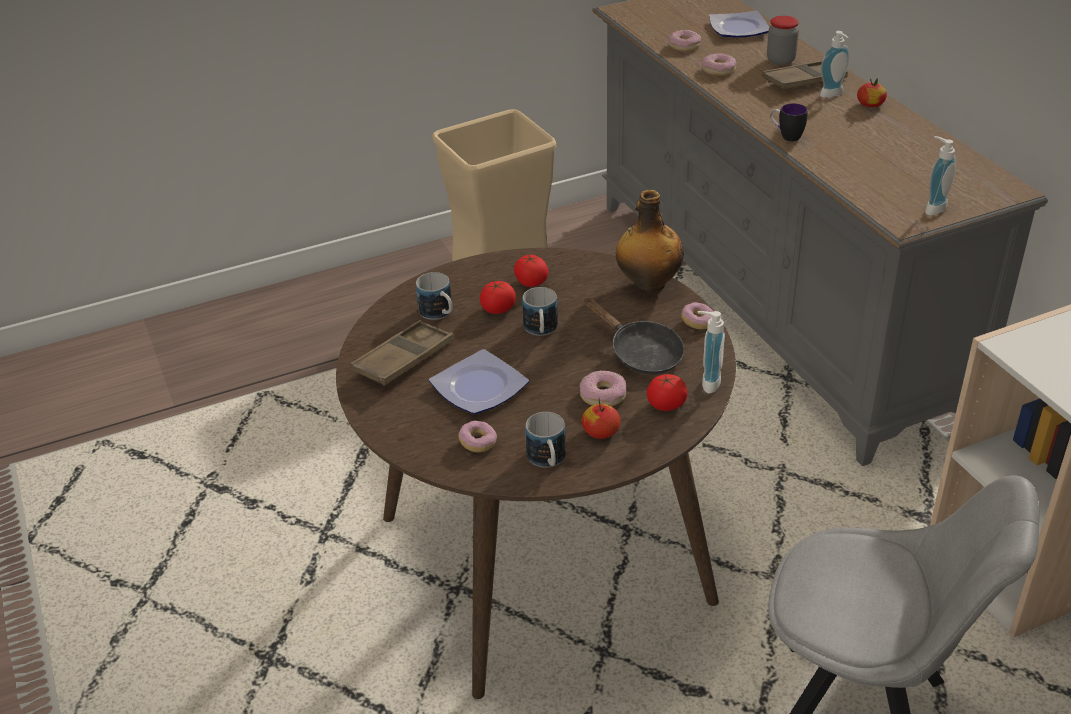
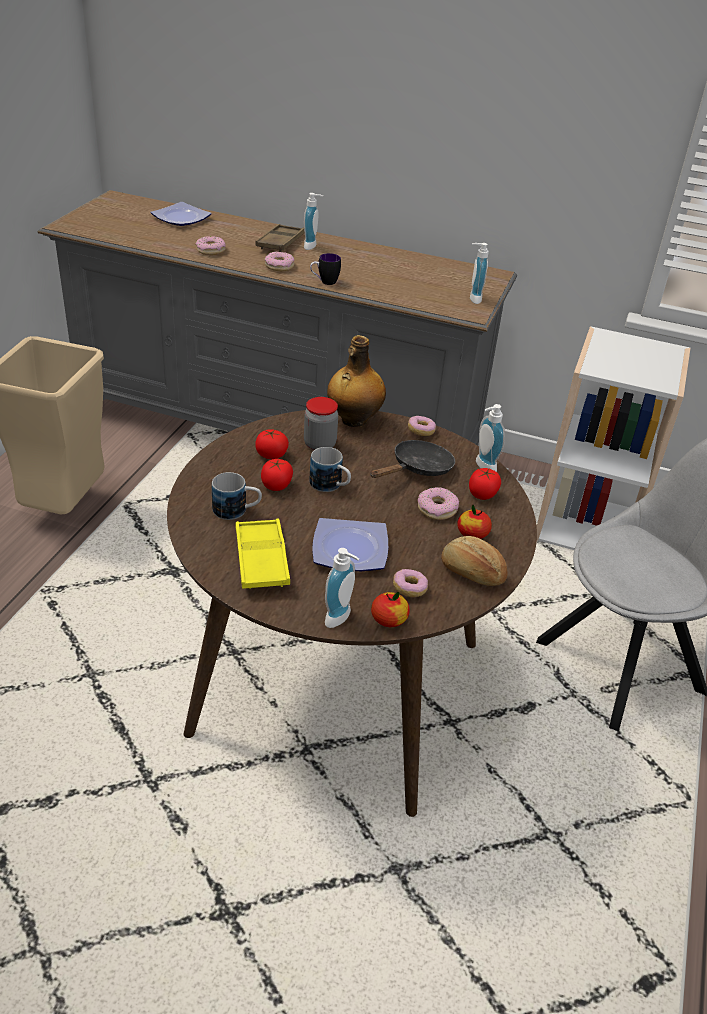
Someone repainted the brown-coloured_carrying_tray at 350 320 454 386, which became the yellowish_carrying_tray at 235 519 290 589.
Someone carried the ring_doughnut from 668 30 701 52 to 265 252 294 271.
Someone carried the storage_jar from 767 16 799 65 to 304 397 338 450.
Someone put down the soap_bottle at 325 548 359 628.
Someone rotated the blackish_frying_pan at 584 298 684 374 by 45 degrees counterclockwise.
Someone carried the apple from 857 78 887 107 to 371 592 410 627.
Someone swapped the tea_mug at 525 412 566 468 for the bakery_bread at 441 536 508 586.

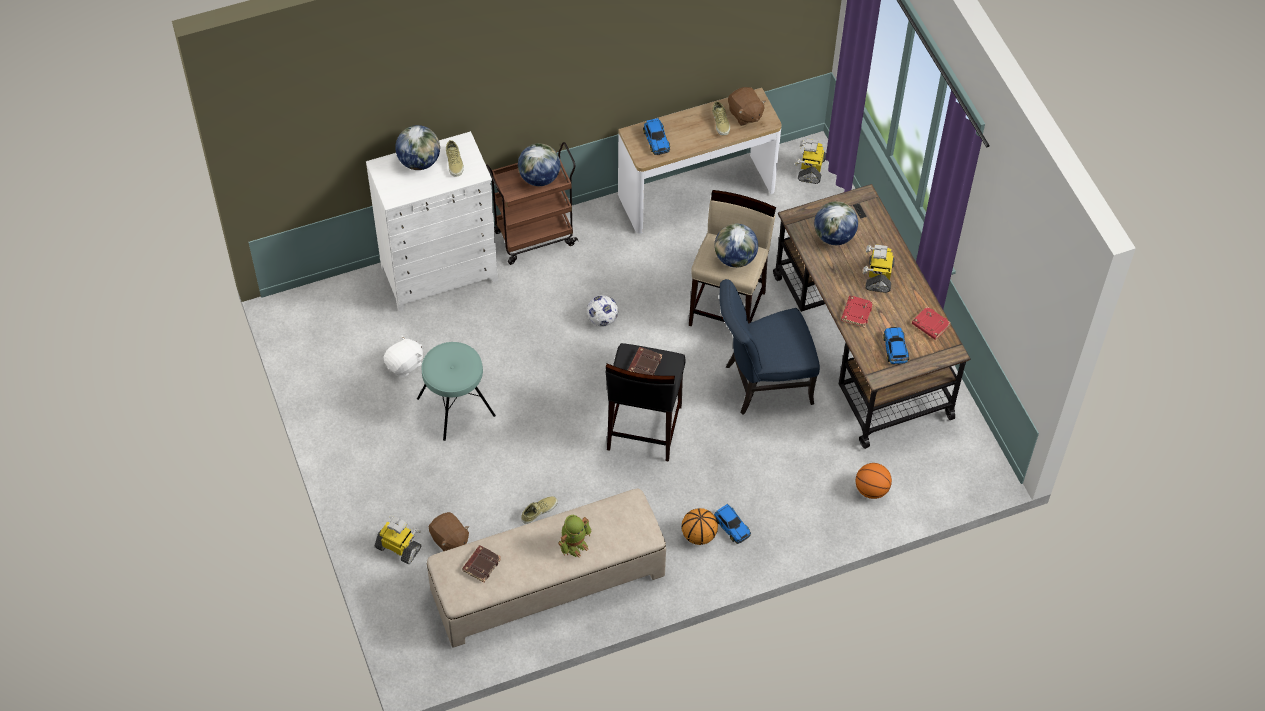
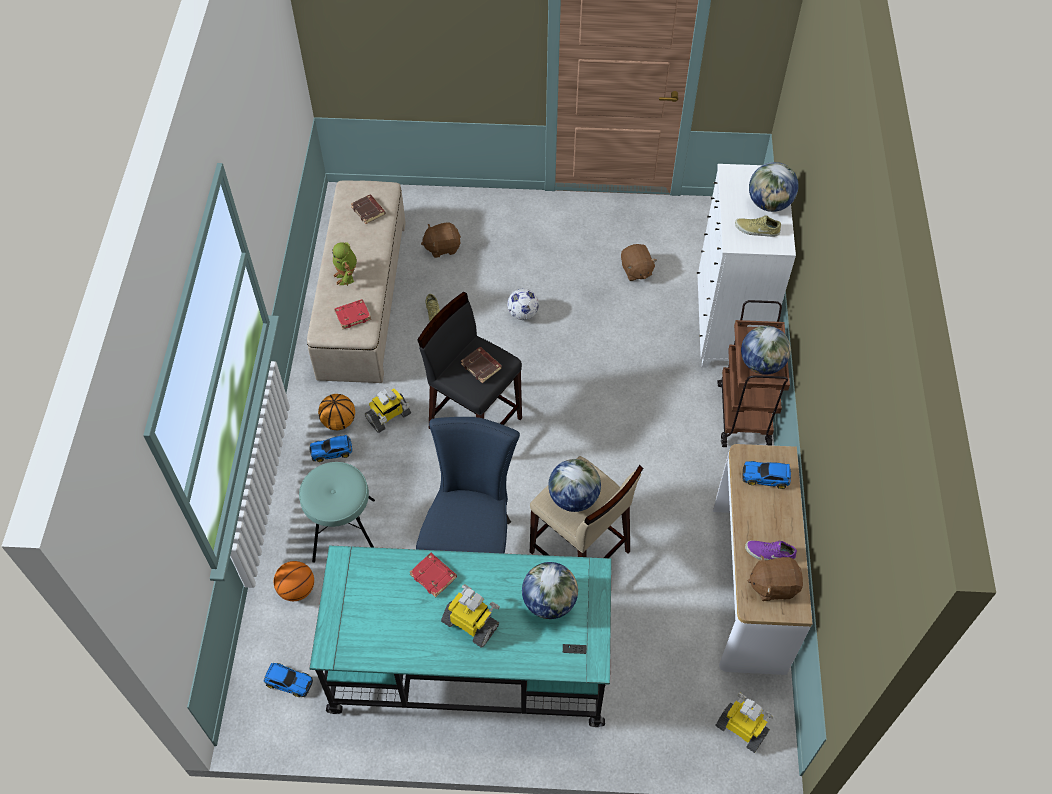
Someone carried the toy_car from 883 327 909 364 to 264 663 313 697.
Someone carried the turquoise_sitting_stool from 417 342 496 441 to 299 462 375 563.
Someone repainted the brown-coloured_desk_table at 773 184 971 449, which became the turquoise_desk_table at 309 545 612 727.
Someone carried the reddish_bound_book from 912 306 951 340 to 334 299 371 329.
Someone carried the model_robot from 374 516 422 565 to 365 387 411 433.
Someone carried the football from 587 295 618 327 to 507 289 539 320.
Someone repainted the whitish_plush_toy at 383 335 423 377, which became the brown-coloured_plush_toy at 621 244 657 281.
Someone repainted the sand-coloured_shoe at 712 101 730 135, which became the purplish_shoe at 745 540 797 560.

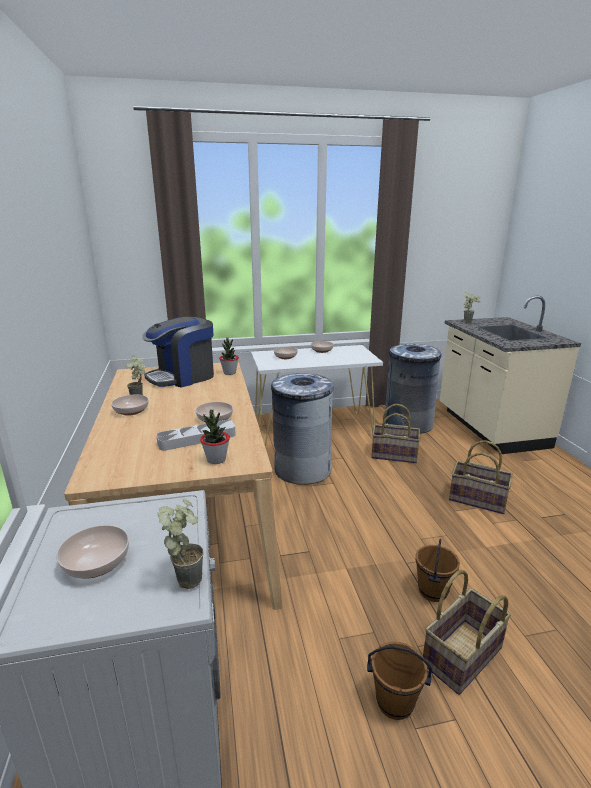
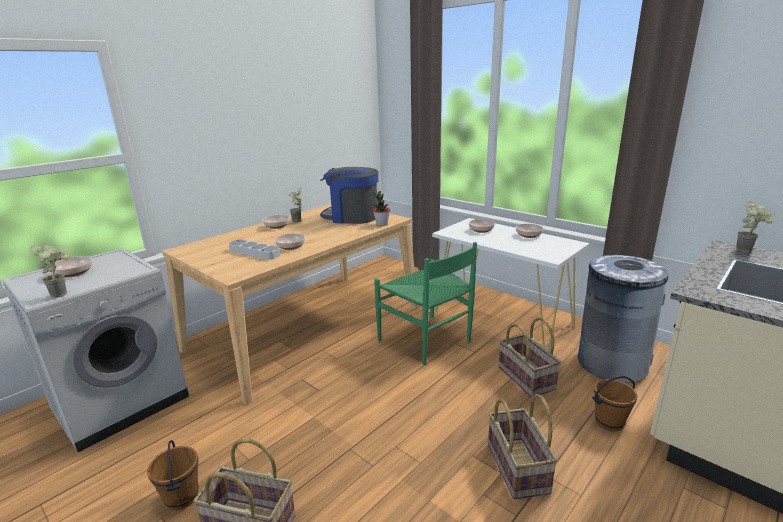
Someone swapped the gray_trash_can at 271 373 334 485 for the green-coloured_plain_chair at 374 242 477 365.
Someone carried the brown-coloured_bucket from 416 539 460 602 to 592 376 638 431.
Someone took away the plant_in_a_pot at 200 410 230 464.

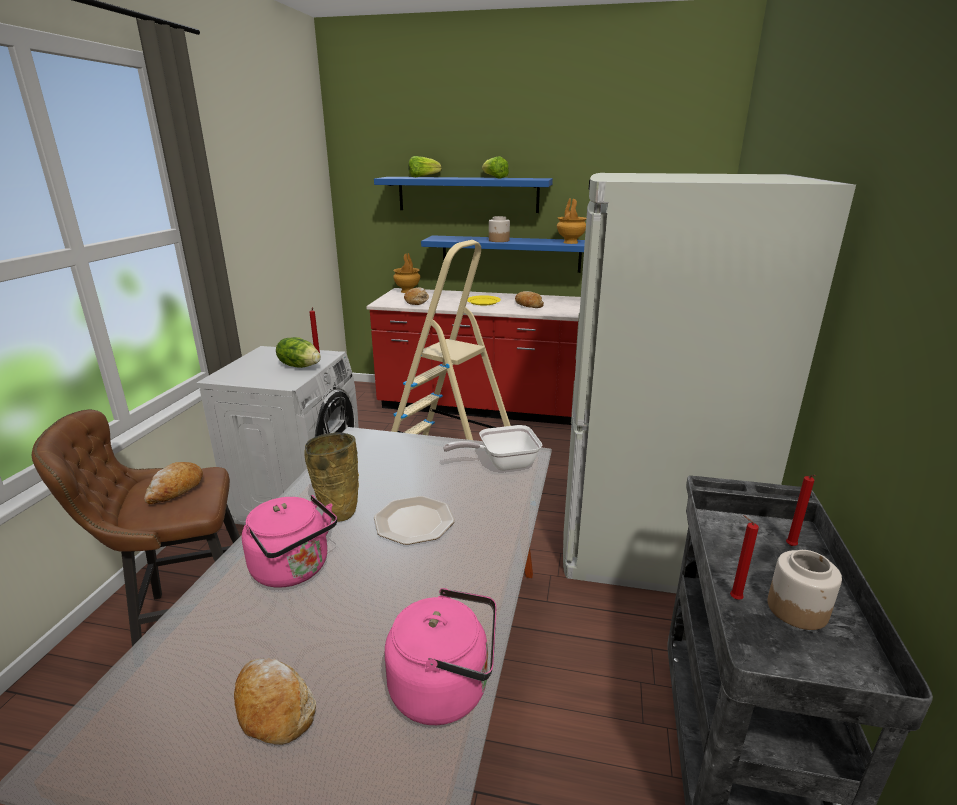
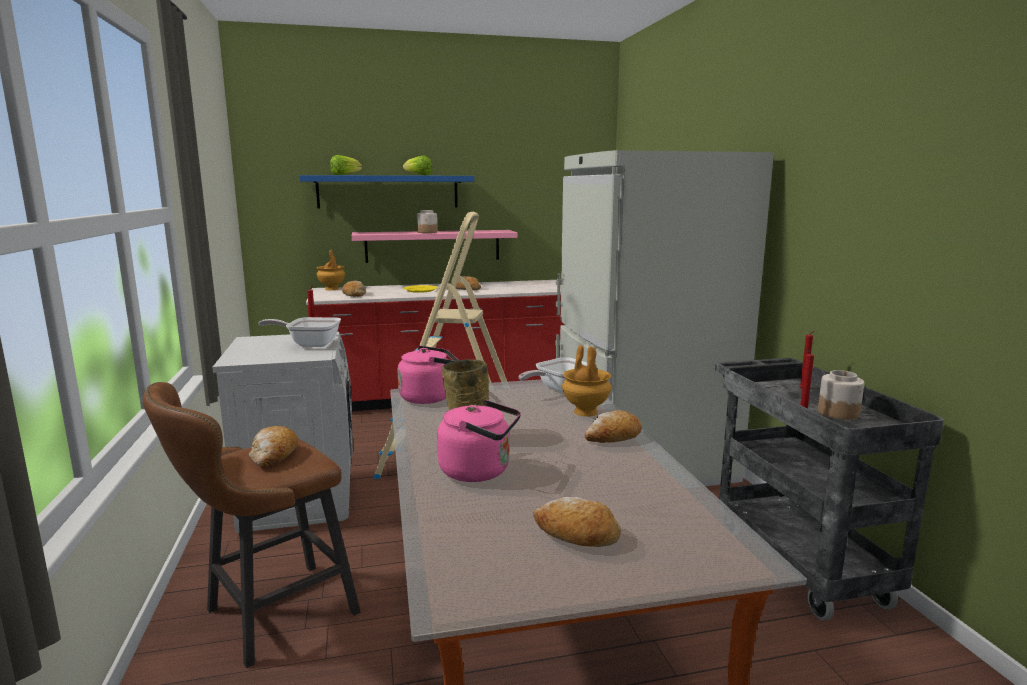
Someone swapped the head_of_lettuce at 276 337 321 368 for the frying_pan at 258 317 341 347.
Someone repainted the blue-coloured_bracket_shelf at 421 235 585 273, which became the pinkish_bracket_shelf at 352 230 518 263.
Someone carried the pinkish_tea_kettle from 384 588 496 725 to 398 346 459 404.
Someone carried the brown-coloured_flower_vase from 557 199 586 244 to 562 345 611 416.
Someone put down the bakery_bread at 584 410 642 443.
Someone took away the plate at 374 496 455 545.

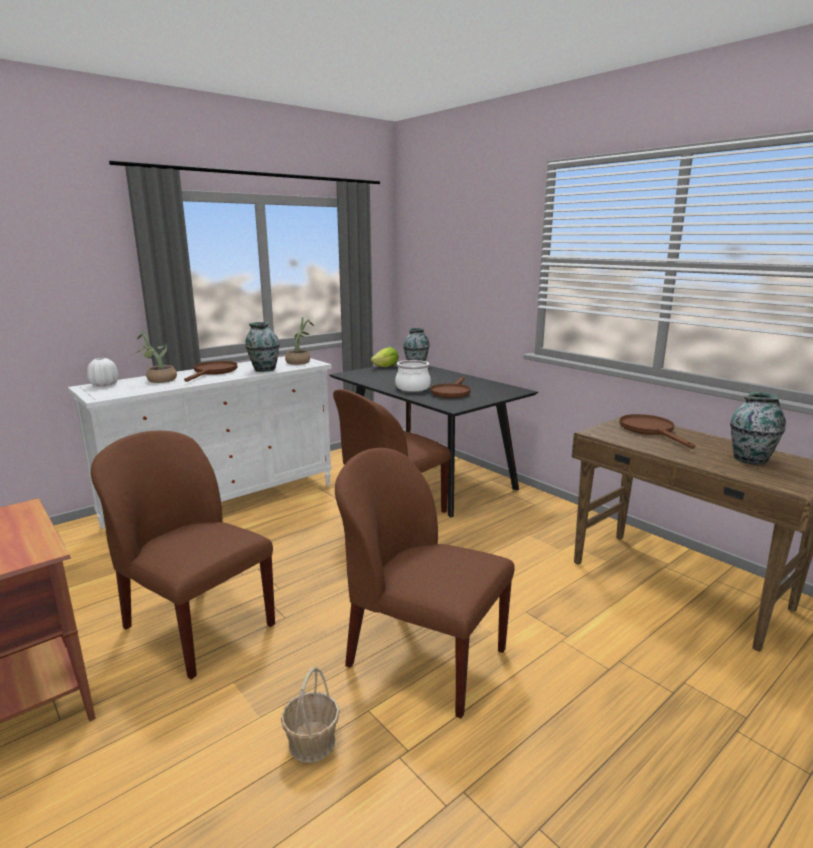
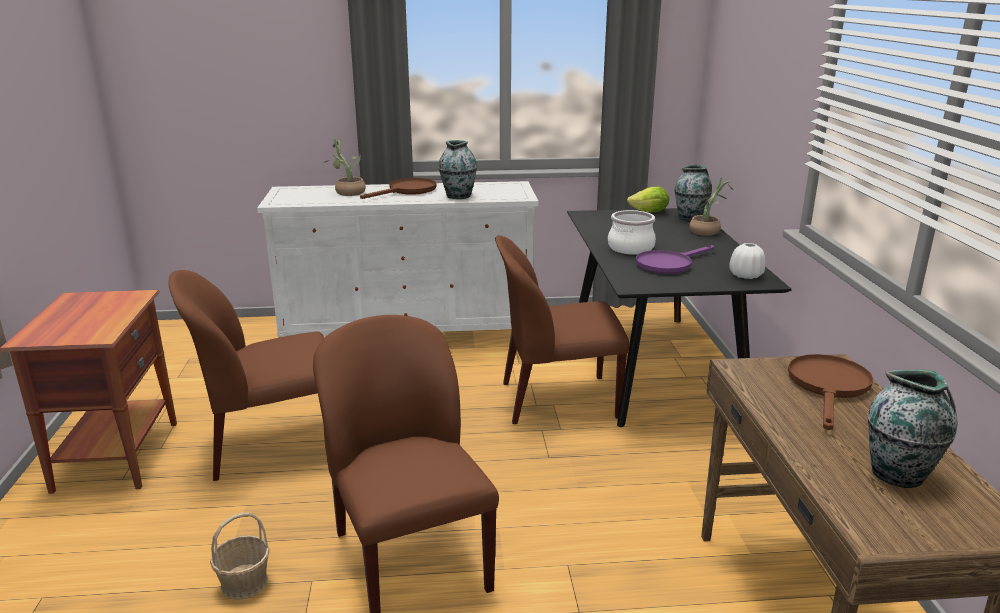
Someone rotated the brown-coloured_plain_chair at 90 431 275 679 by 90 degrees counterclockwise.
Someone repainted the brown-coloured_frying_pan at 430 377 471 398, which became the purplish_frying_pan at 636 245 714 274.
Someone carried the plant_in_a_pot from 285 317 314 365 to 689 177 733 236.
Someone carried the whitish_flower_vase from 87 358 119 386 to 729 243 765 279.

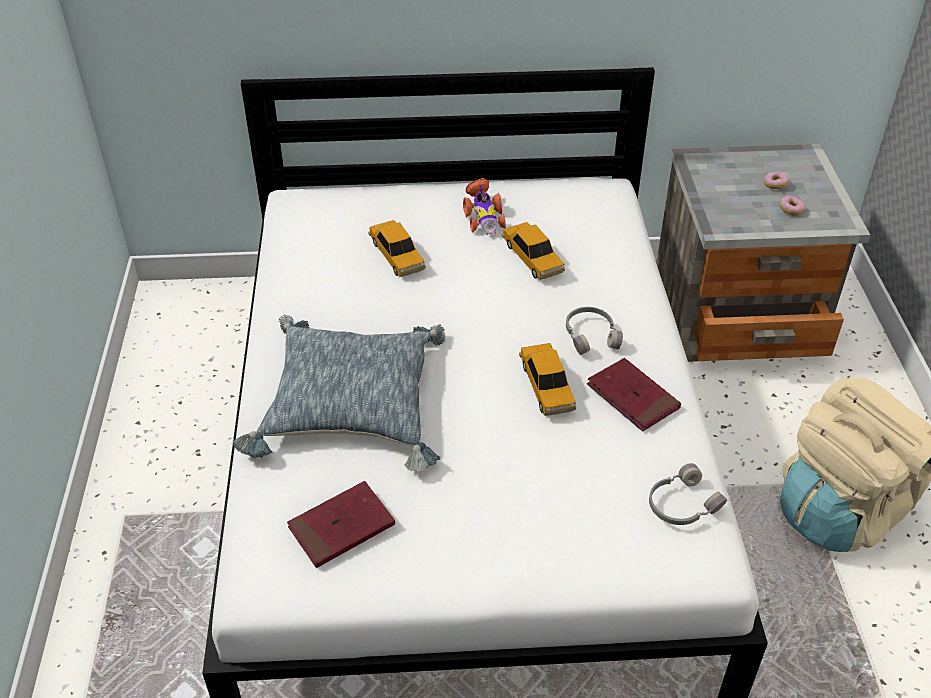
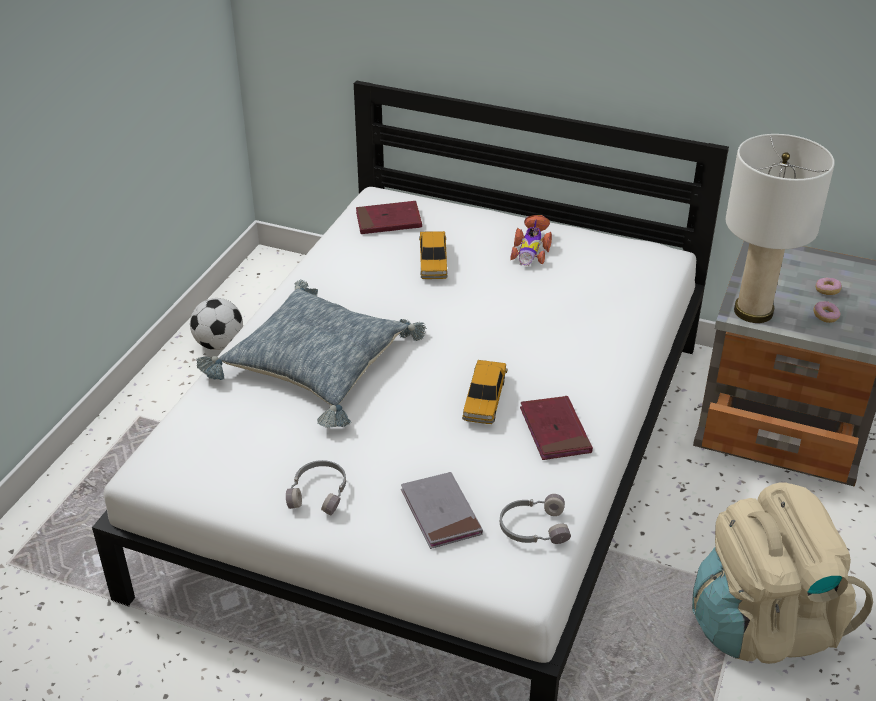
Someone put down the football at 190 298 243 350.
Someone carried the gray_pair_of_headphones from 566 307 623 355 to 286 460 346 516.
Someone carried the reddish_bound_book from 287 481 395 568 to 356 201 422 234.
Someone put down the gray_bound_book at 401 472 483 549.
Someone put down the whitish_lamp_for_a_table at 726 134 835 323.
Someone took away the toy_car at 502 222 565 280.

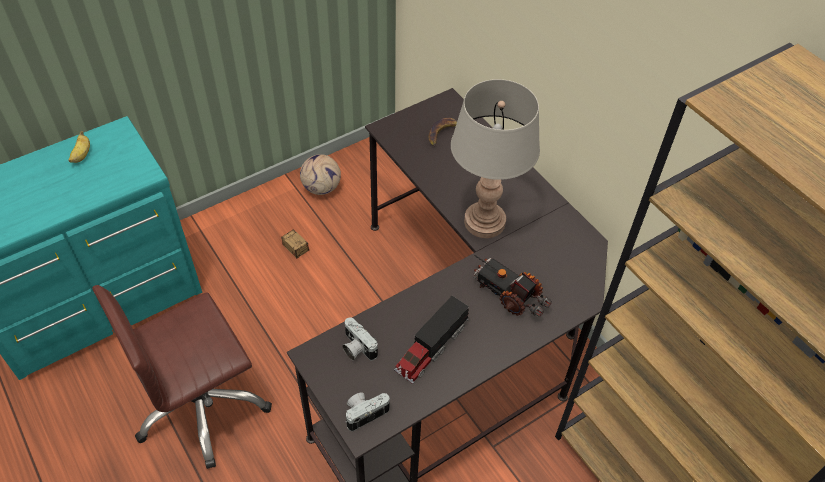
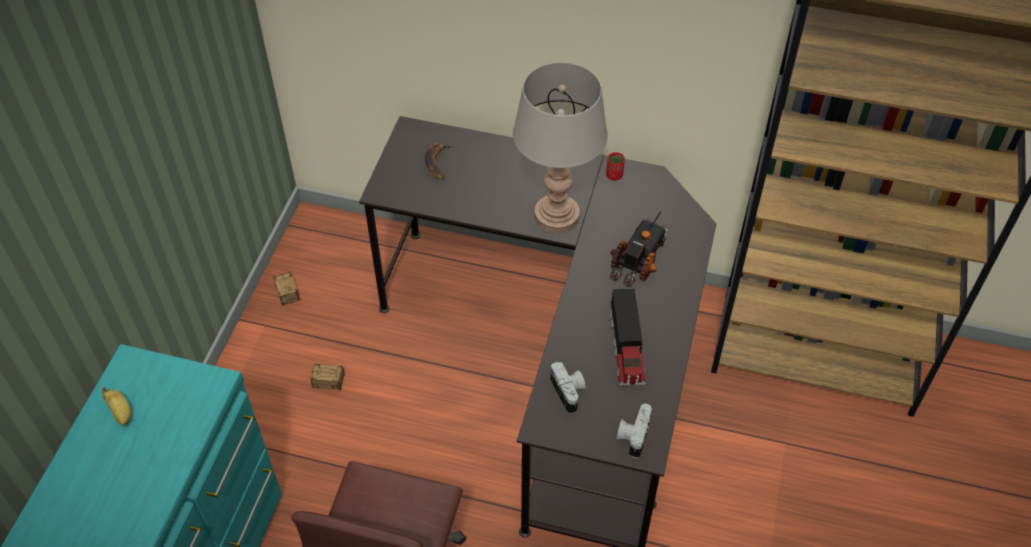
Someone swapped the football at 300 154 341 195 for the storage_bin at 273 272 301 306.
Someone rotated the photo_camera at 342 317 378 361 by 120 degrees counterclockwise.
Someone put down the reddish_small_cup at 606 152 625 180.
Someone rotated the model_truck at 474 255 552 317 by 120 degrees clockwise.

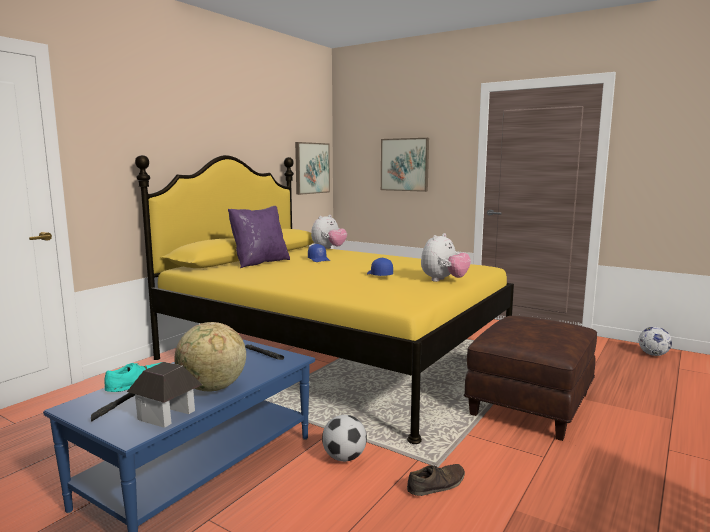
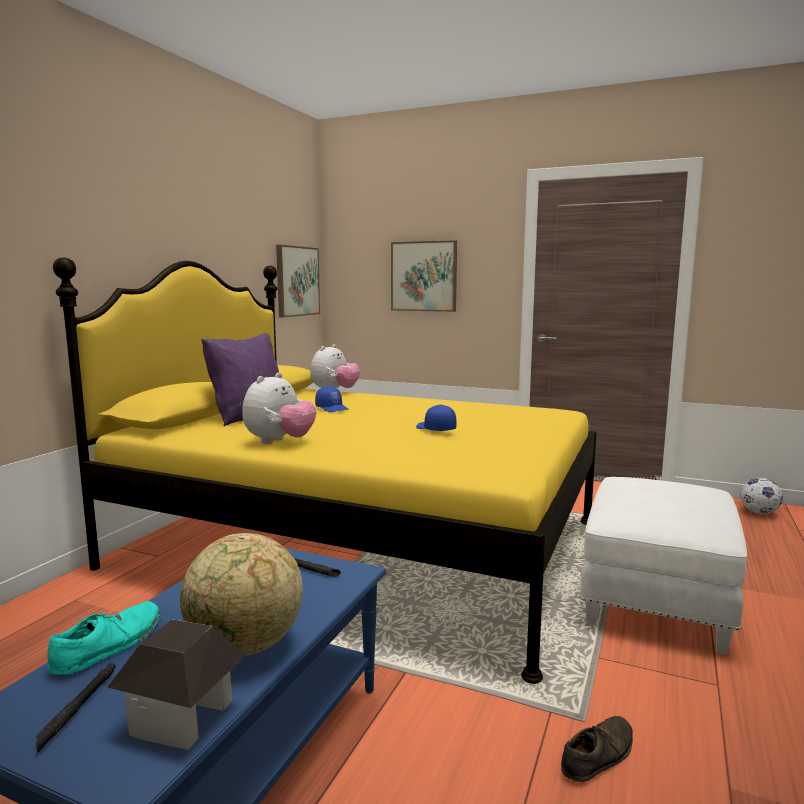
Someone carried the plush_toy from 421 233 471 282 to 242 372 316 444.
Someone repainted the brown-coloured_pouffe at 464 316 597 441, which became the whitish_pouffe at 579 477 747 655.
Someone took away the football at 322 415 367 462.

